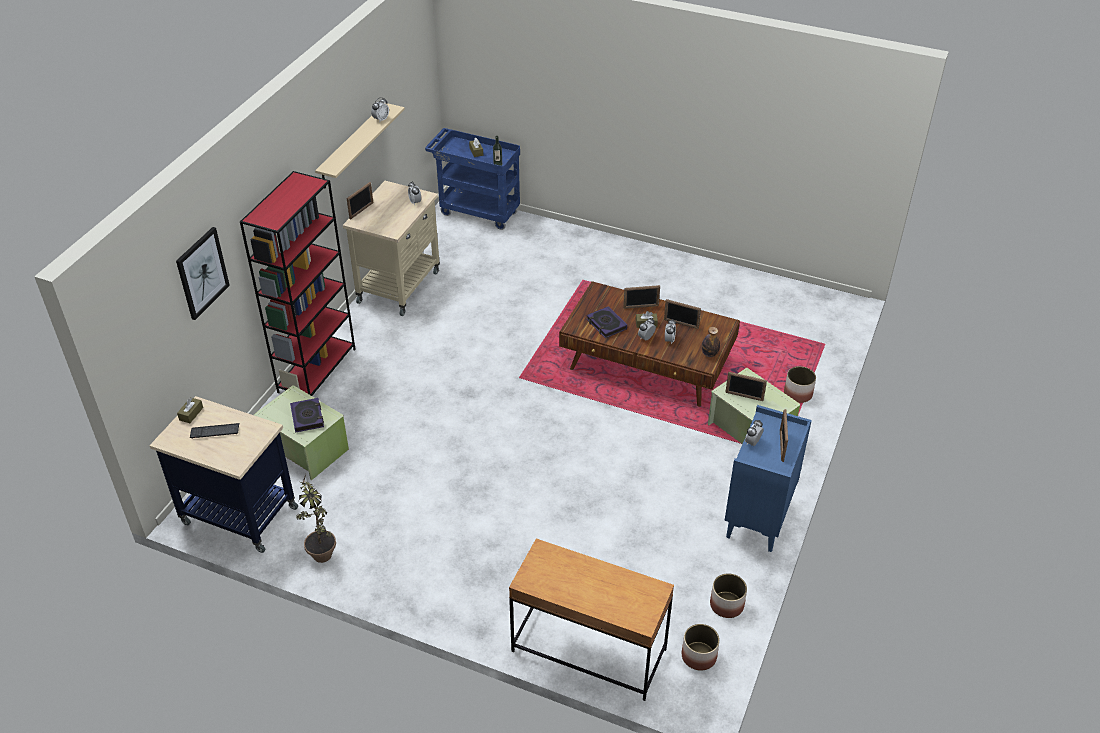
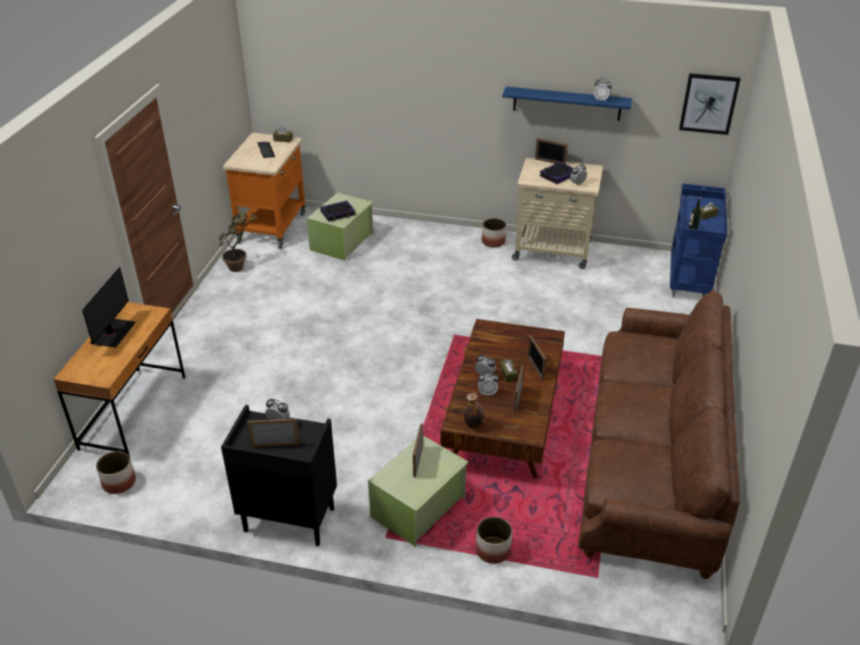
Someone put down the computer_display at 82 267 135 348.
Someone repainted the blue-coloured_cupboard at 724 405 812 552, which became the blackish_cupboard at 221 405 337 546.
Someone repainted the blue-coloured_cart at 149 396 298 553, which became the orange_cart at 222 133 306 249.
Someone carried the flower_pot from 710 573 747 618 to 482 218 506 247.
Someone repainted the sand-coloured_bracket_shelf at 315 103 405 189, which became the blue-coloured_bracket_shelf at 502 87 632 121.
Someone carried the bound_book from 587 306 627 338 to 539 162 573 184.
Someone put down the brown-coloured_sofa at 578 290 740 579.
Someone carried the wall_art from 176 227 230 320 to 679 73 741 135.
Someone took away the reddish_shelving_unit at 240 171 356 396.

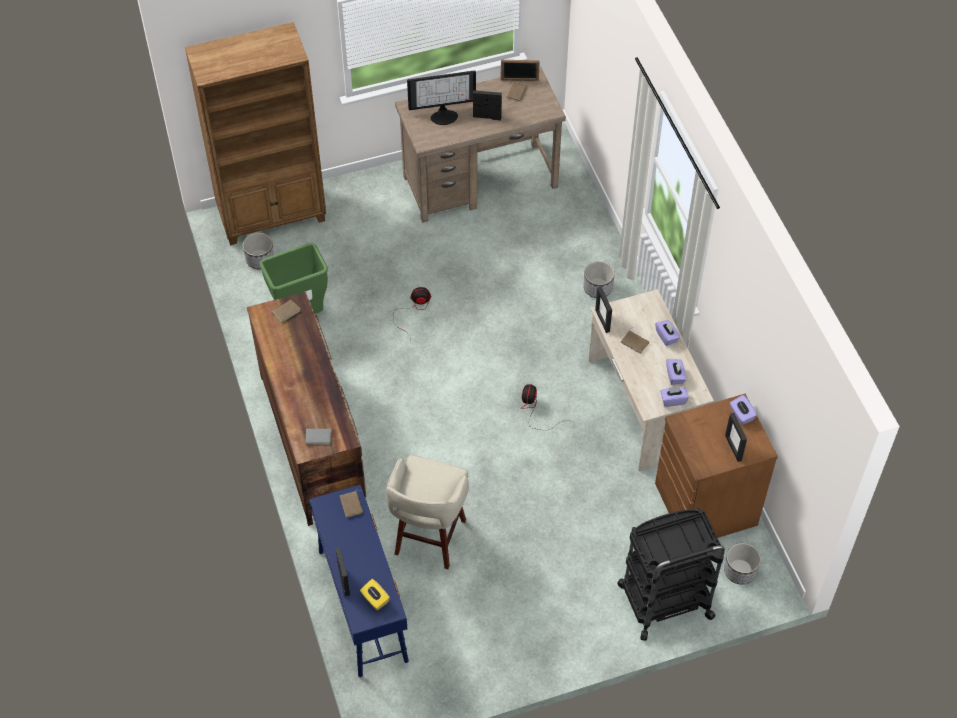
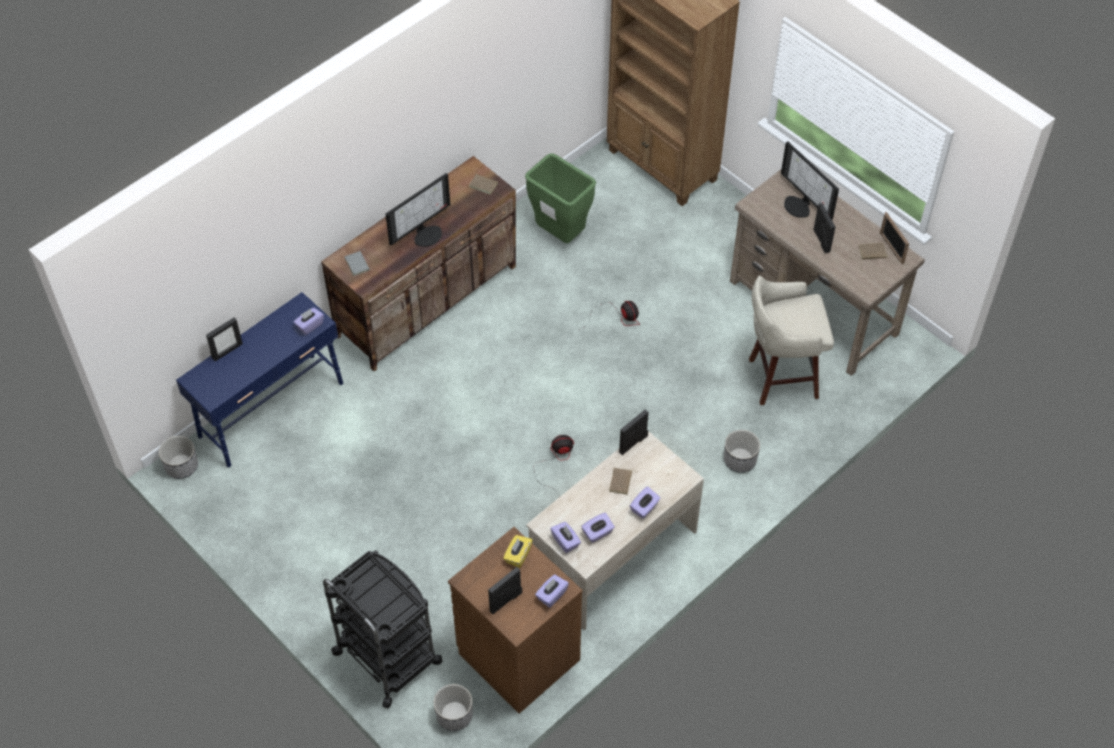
Someone carried the flower_pot from 243 232 274 269 to 159 436 198 479.
Someone swapped the brown-coloured_bound_book at 340 491 363 518 for the purplish_tissue_holder at 294 308 324 335.
Someone put down the computer_display at 385 173 450 247.
Someone carried the yellowish_tissue_holder from 360 579 390 610 to 503 535 533 568.
Someone carried the sand-coloured_sitting_stool from 386 455 469 569 to 749 276 834 405.

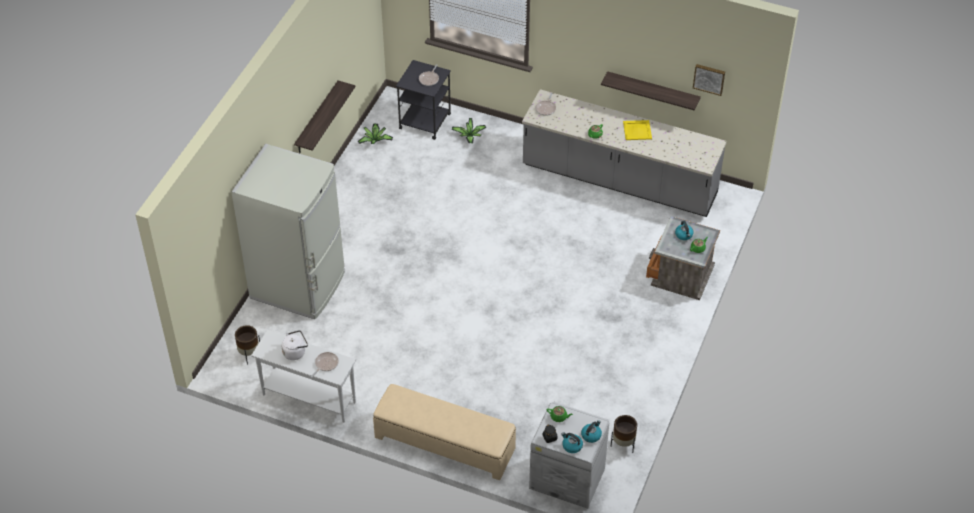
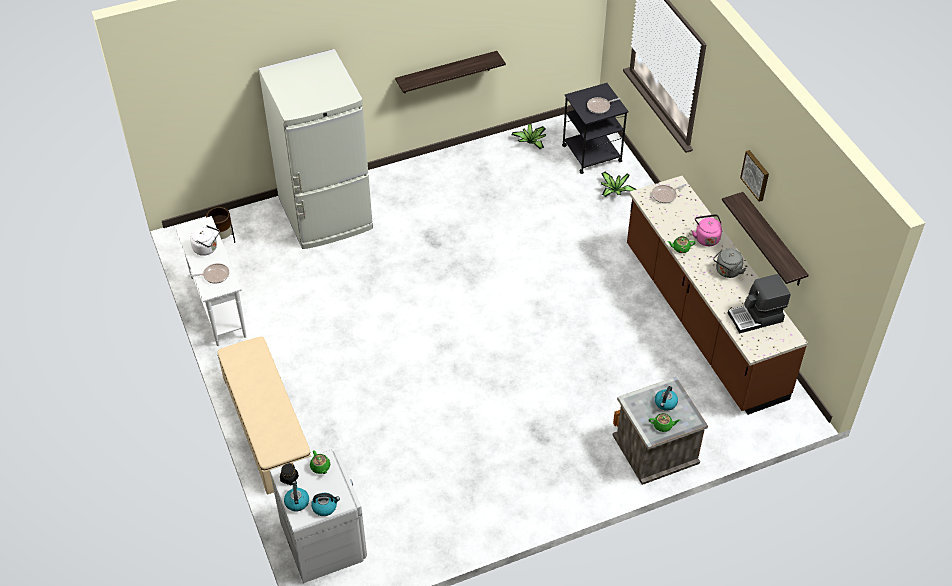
Someone repainted the gray_counter at 522 89 727 217, which became the brown-coloured_counter at 627 176 808 415.
Someone put down the pinkish_tea_kettle at 692 214 722 246.
Someone swapped the yellowish_carrying_tray at 623 120 652 140 for the gray_tea_kettle at 713 248 747 278.
Someone put down the coffee_machine at 728 274 791 334.
Someone carried the wall_art from 693 64 725 96 to 740 150 769 202.
Someone took away the brown-coloured_flower_pot at 611 415 637 453.

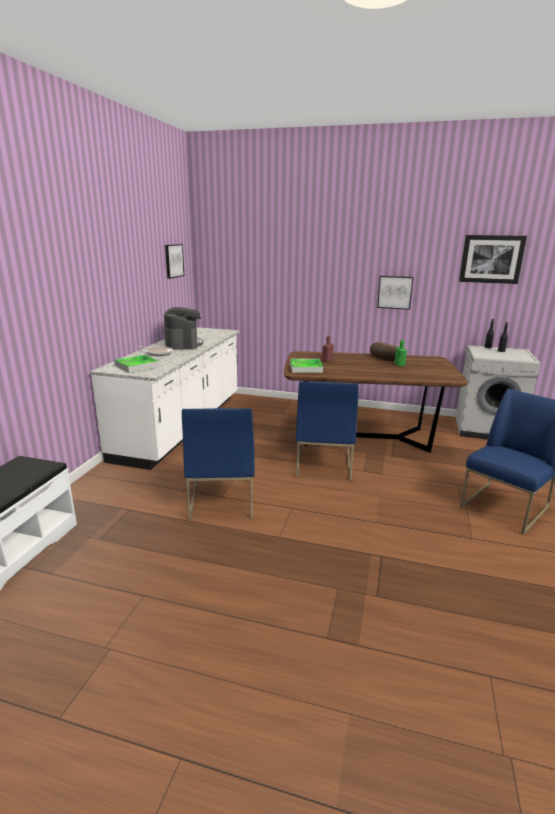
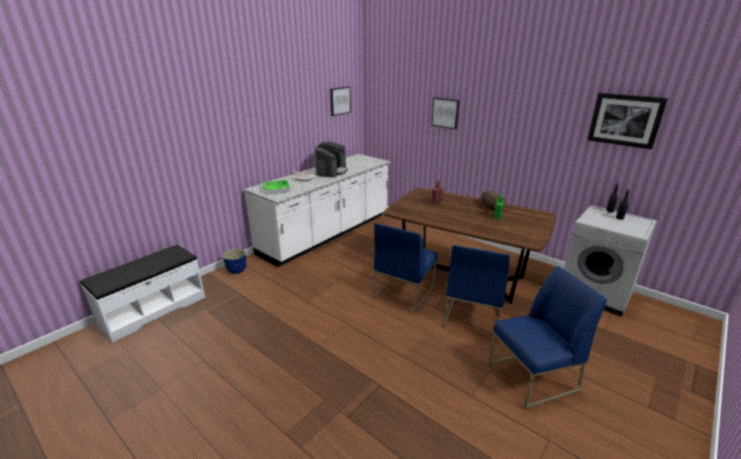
Someone put down the flower_pot at 223 249 246 274.
Someone carried the wall_art from 377 276 414 310 to 431 98 459 129.
Someone carried the blue-coloured_plain_chair from 182 408 255 520 to 444 245 510 327.
Someone took away the carrying_tray at 290 359 323 373.

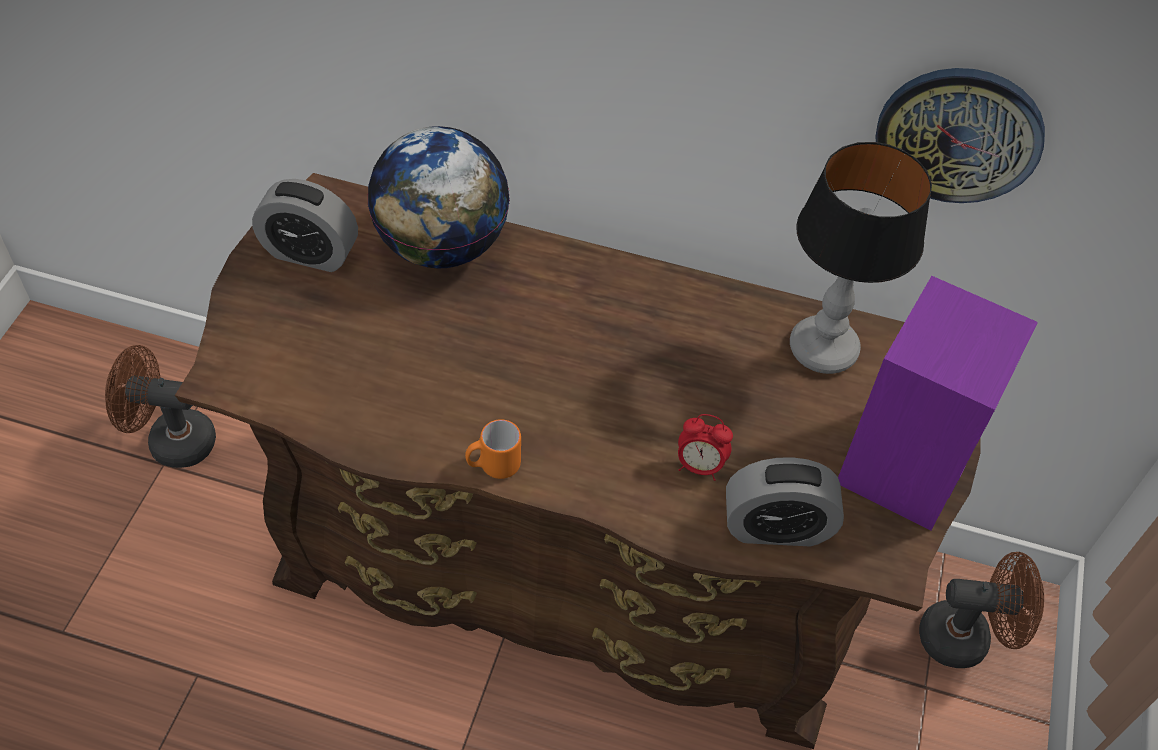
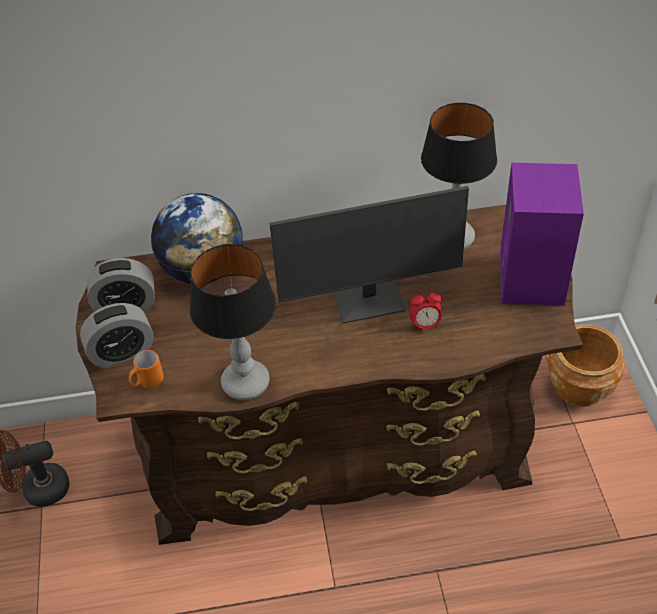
Someone carried the alarm_clock from 726 457 844 546 to 80 303 154 368.
Someone carried the orange_tea_mug from 465 419 521 479 to 129 350 164 388.
Someone put down the lamp_for_a_table at 190 244 276 400.
Someone put down the computer_display at 269 186 469 324.
Someone swapped the brown-coloured_fan at 919 552 1044 668 for the brown-coloured_flower_pot at 548 325 625 407.
Someone took away the clock_on_the_wall at 875 68 1045 203.

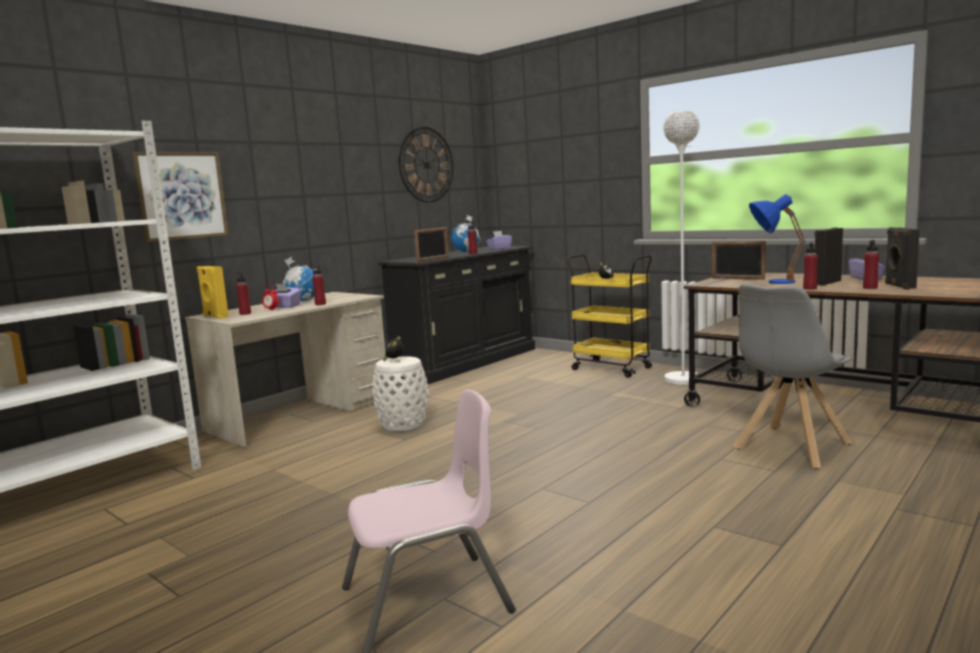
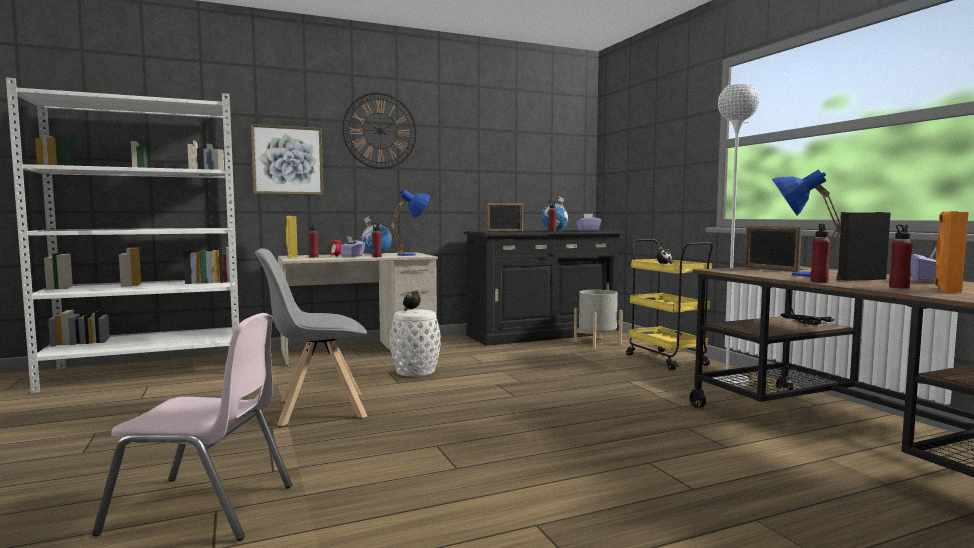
Someone carried the gray_plain_chair from 733 284 853 469 to 255 248 367 426.
Someone carried the clock_on_the_wall from 399 127 453 203 to 342 92 417 169.
Someone put down the blue-coloured_lamp_for_a_table at 390 189 430 256.
Someone put down the gray_flower_pot at 574 290 623 348.
Someone repainted the blackish_audio_speaker at 885 227 920 289, which became the orange_audio_speaker at 934 211 968 293.

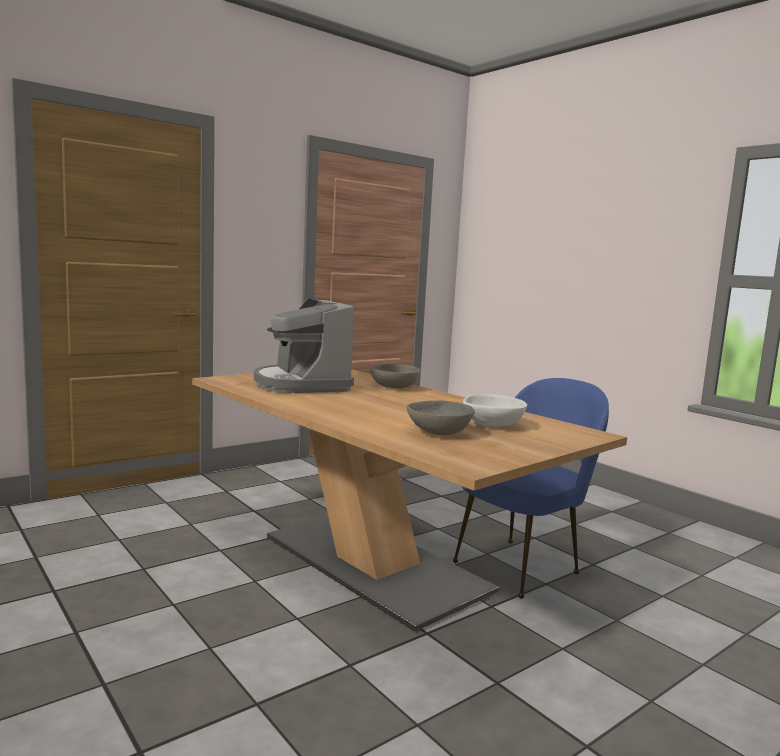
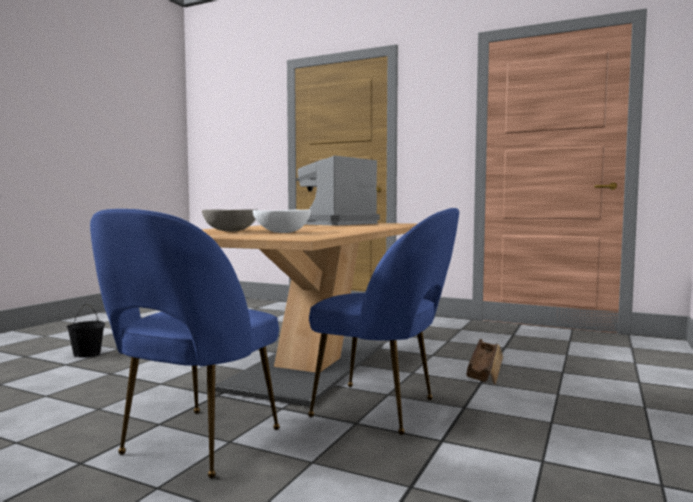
Someone put down the blackish_bucket at 66 304 105 358.
Someone put down the blue-coloured_plain_chair at 90 209 280 478.
Someone put down the crate at 466 339 503 384.
Someone took away the gray_deep_dish at 370 364 421 388.

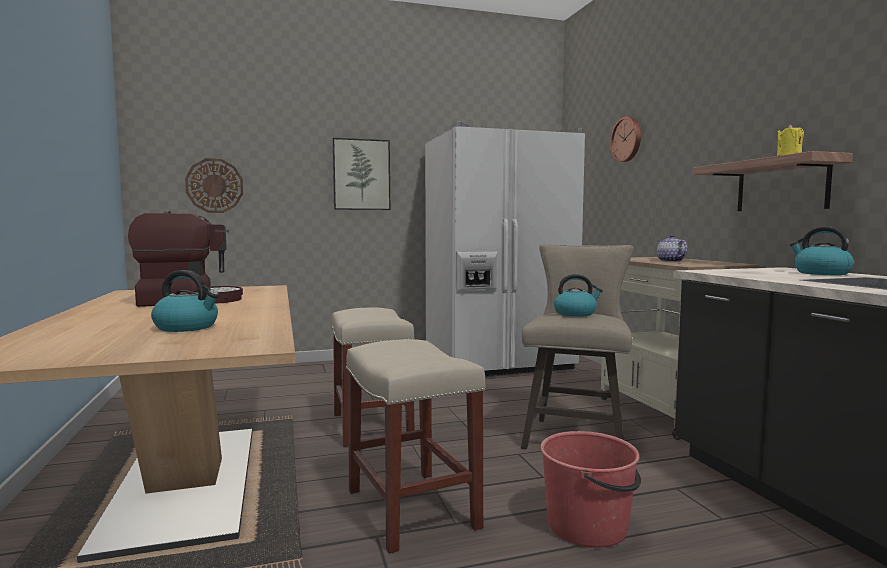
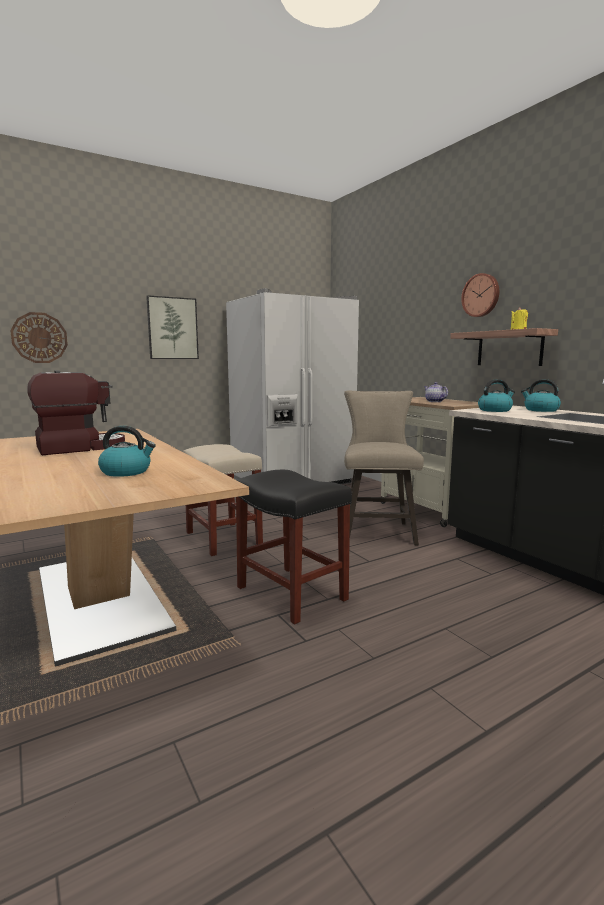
Someone repainted the sand-coloured_sitting_stool at 346 339 485 554, which became the blackish_sitting_stool at 236 470 352 625.
Someone carried the clock_on_the_wall from 610 117 641 162 to 461 273 499 317.
Someone carried the tea_kettle from 554 274 603 317 to 478 379 515 412.
Someone took away the reddish_bucket at 540 431 641 548.

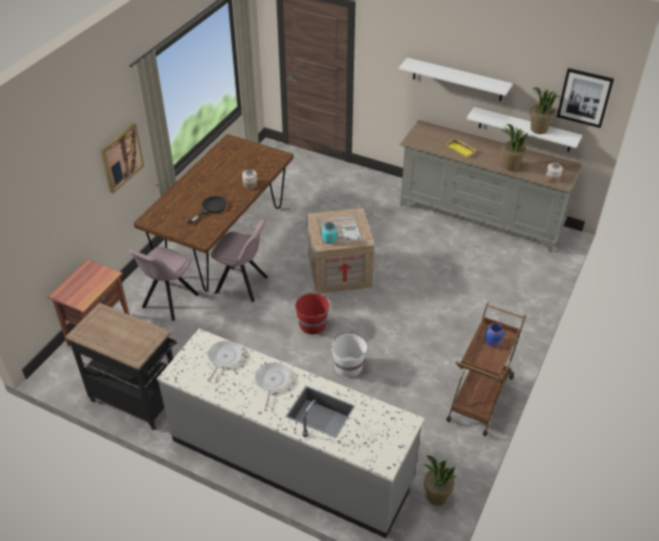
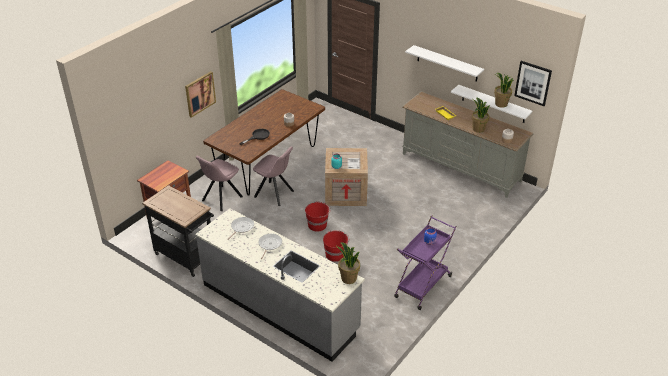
Someone repainted the whitish_bucket at 331 333 369 377, which became the reddish_bucket at 323 230 349 262.
Someone carried the plant_in_a_pot from 423 456 457 506 to 336 242 360 284.
Someone repainted the brown-coloured_cart at 446 302 526 436, which became the purplish_cart at 394 215 456 310.

